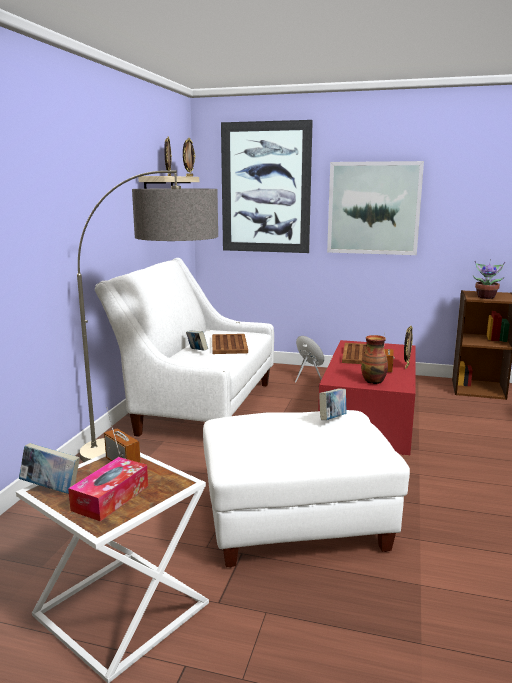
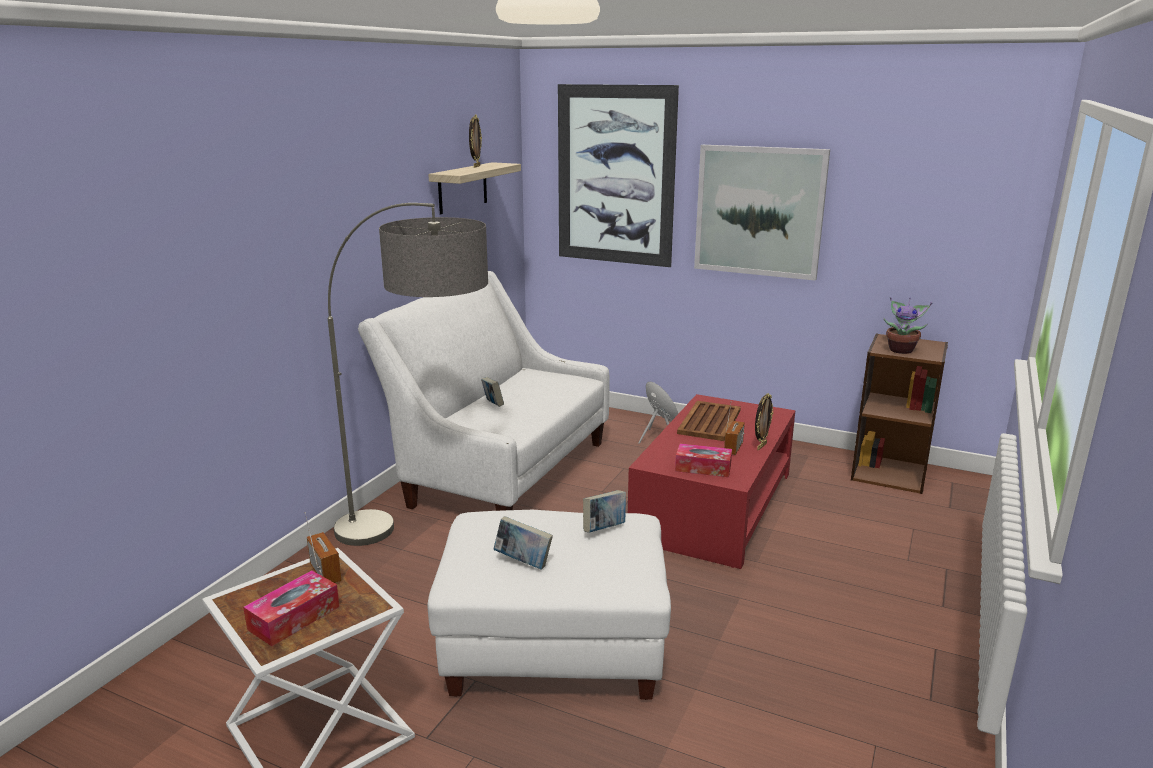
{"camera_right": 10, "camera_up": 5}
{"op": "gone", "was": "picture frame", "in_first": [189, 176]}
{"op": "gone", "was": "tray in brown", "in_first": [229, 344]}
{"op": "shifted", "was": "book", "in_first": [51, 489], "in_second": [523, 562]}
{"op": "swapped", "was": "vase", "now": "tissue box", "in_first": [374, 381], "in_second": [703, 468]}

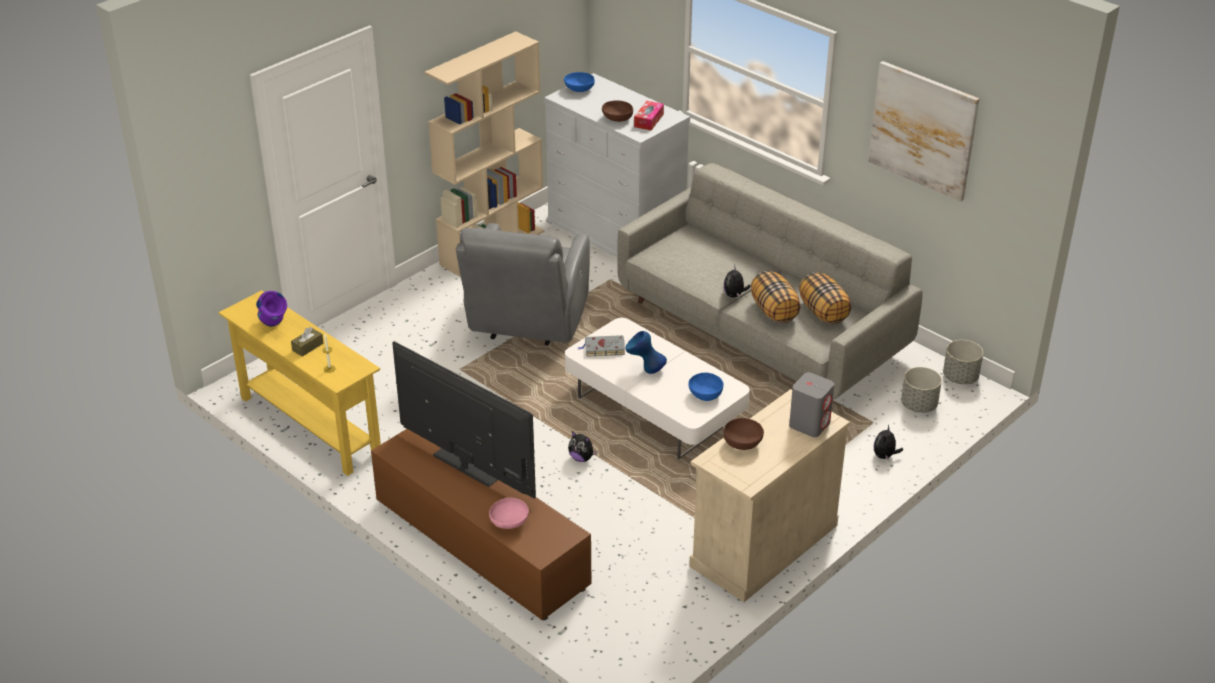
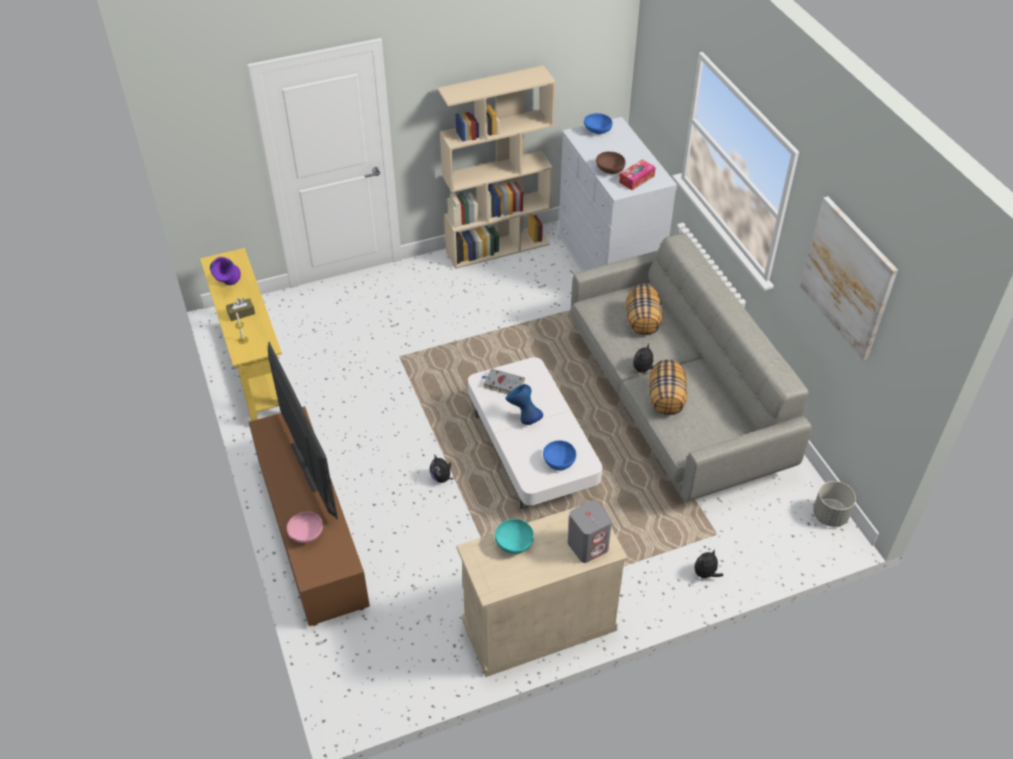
{"camera_right": 25, "camera_up": 10}
{"op": "gone", "was": "armchair in grey", "in_first": [526, 324]}
{"op": "gone", "was": "planter in grey", "in_first": [918, 405]}
{"op": "shifted", "was": "pillow", "in_first": [823, 312], "in_second": [643, 321]}
{"op": "repainted", "was": "bowl in brown", "now": "bowl in turquoise", "in_first": [743, 443], "in_second": [514, 543]}

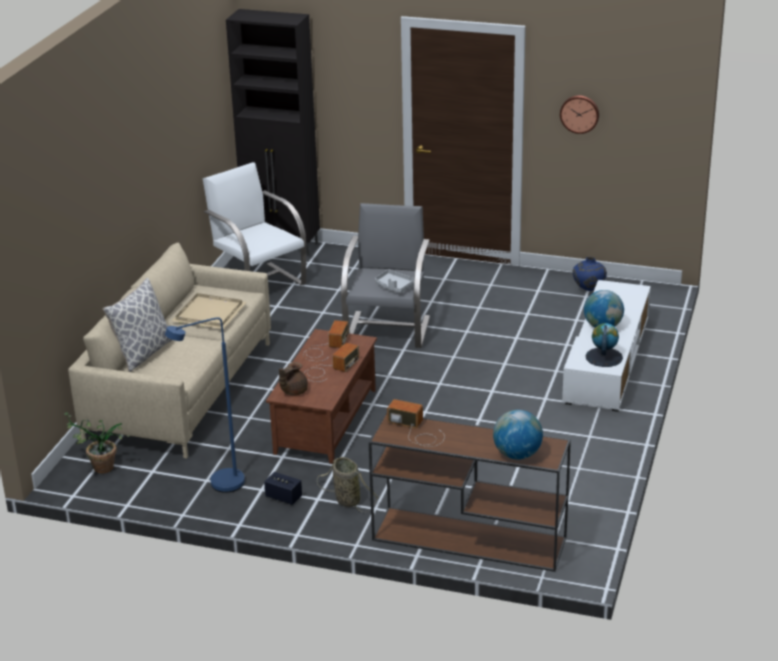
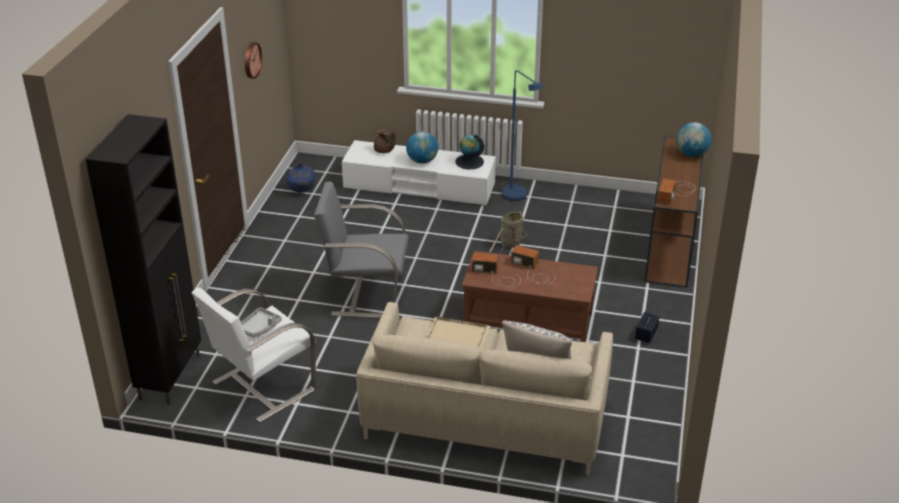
{"camera_right": -95, "camera_up": 5}
{"op": "gone", "was": "potted plant", "in_first": [97, 468]}
{"op": "shifted", "was": "floor lamp in blue", "in_first": [218, 485], "in_second": [518, 197]}
{"op": "shifted", "was": "teapot in brown", "in_first": [293, 391], "in_second": [384, 151]}
{"op": "shifted", "was": "basket", "in_first": [346, 500], "in_second": [510, 244]}
{"op": "shifted", "was": "tray in grey", "in_first": [394, 286], "in_second": [259, 327]}

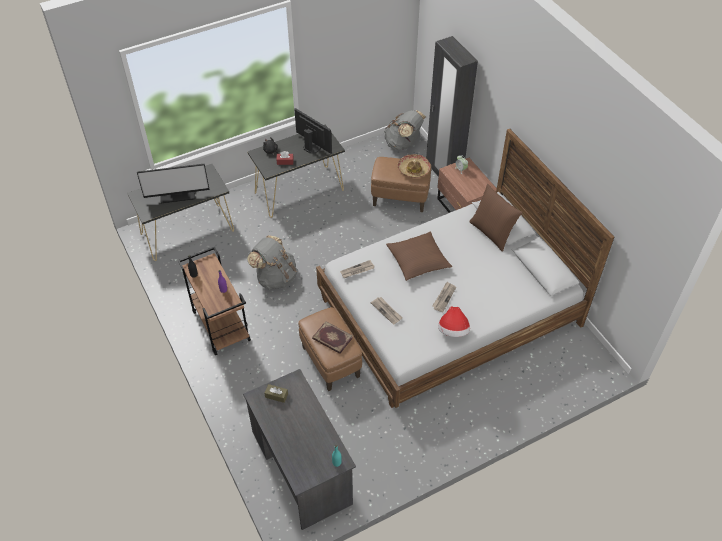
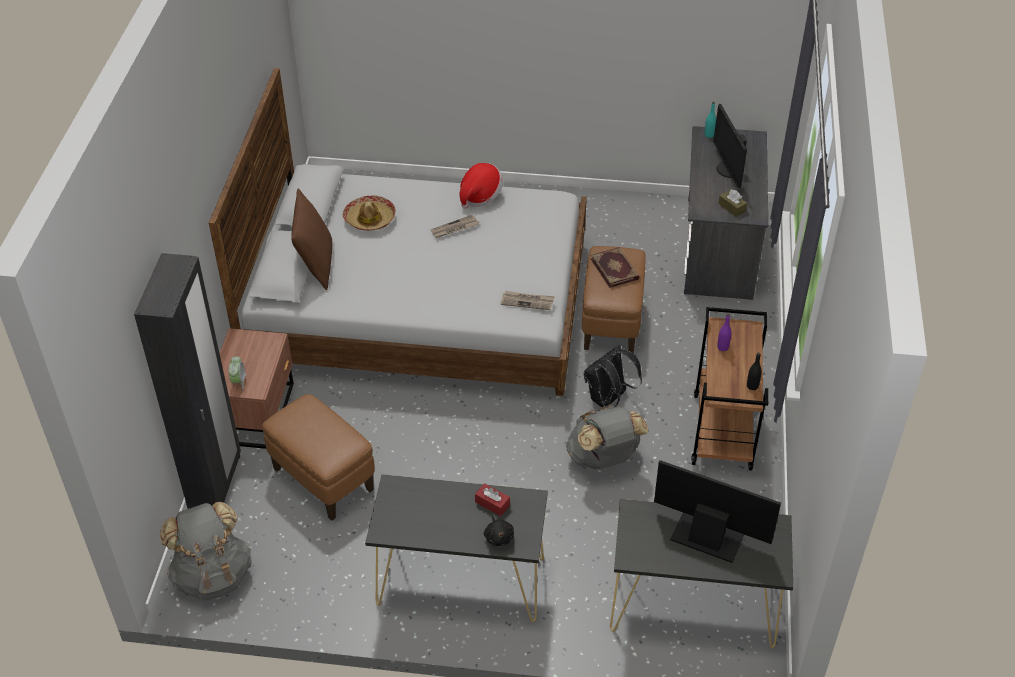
{"camera_right": -145, "camera_up": -5}
{"op": "gone", "was": "newspaper", "in_first": [387, 311]}
{"op": "gone", "was": "pillow in brown", "in_first": [418, 260]}
{"op": "new", "now": "backpack in black", "in_second": [608, 399]}
{"op": "shifted", "was": "monitor", "in_first": [312, 147], "in_second": [728, 169]}
{"op": "shifted", "was": "hat", "in_first": [413, 169], "in_second": [370, 219]}

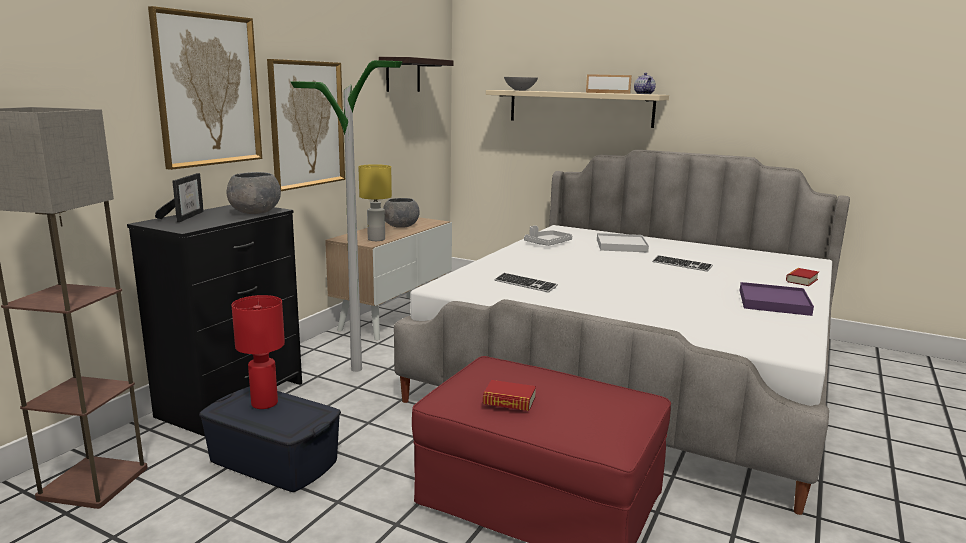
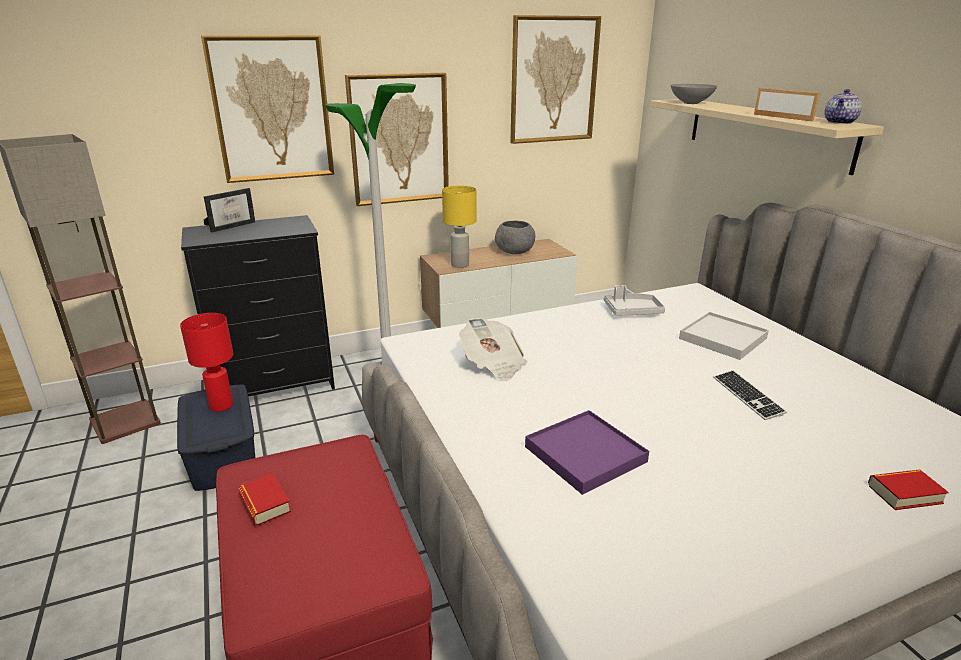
{"camera_right": 40, "camera_up": 10}
{"op": "gone", "was": "bowl in grey", "in_first": [255, 212]}
{"op": "shifted", "was": "tray in purple", "in_first": [774, 302], "in_second": [585, 454]}
{"op": "swapped", "was": "shelf", "now": "picture", "in_first": [403, 75], "in_second": [553, 80]}
{"op": "swapped", "was": "keyboard", "now": "newspaper", "in_first": [525, 284], "in_second": [493, 364]}

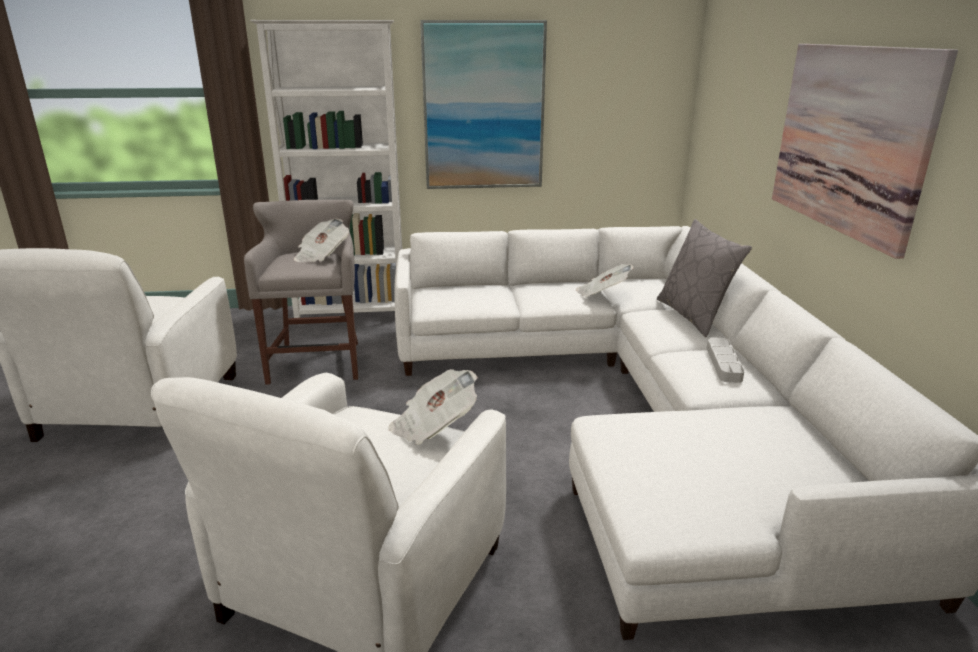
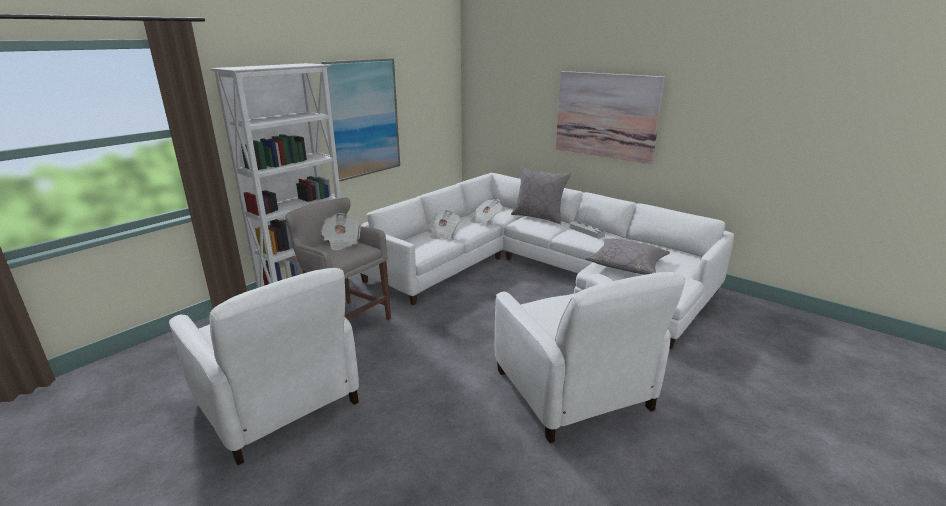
{"camera_right": -45, "camera_up": 0}
{"op": "new", "now": "pillow in grey", "in_second": [626, 264]}
{"op": "shifted", "was": "newspaper", "in_first": [433, 426], "in_second": [443, 233]}

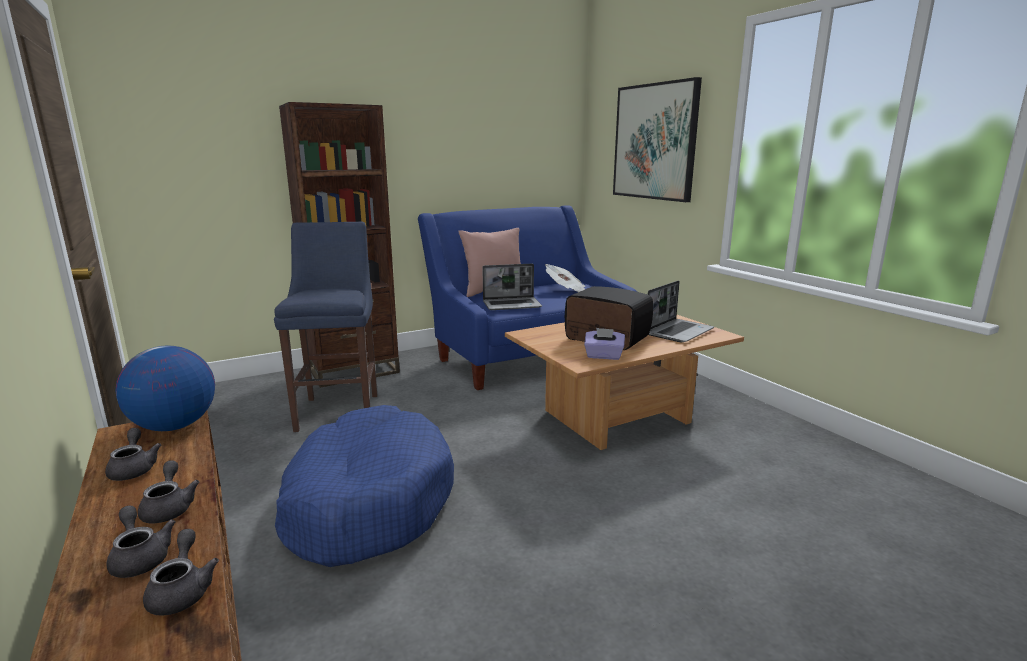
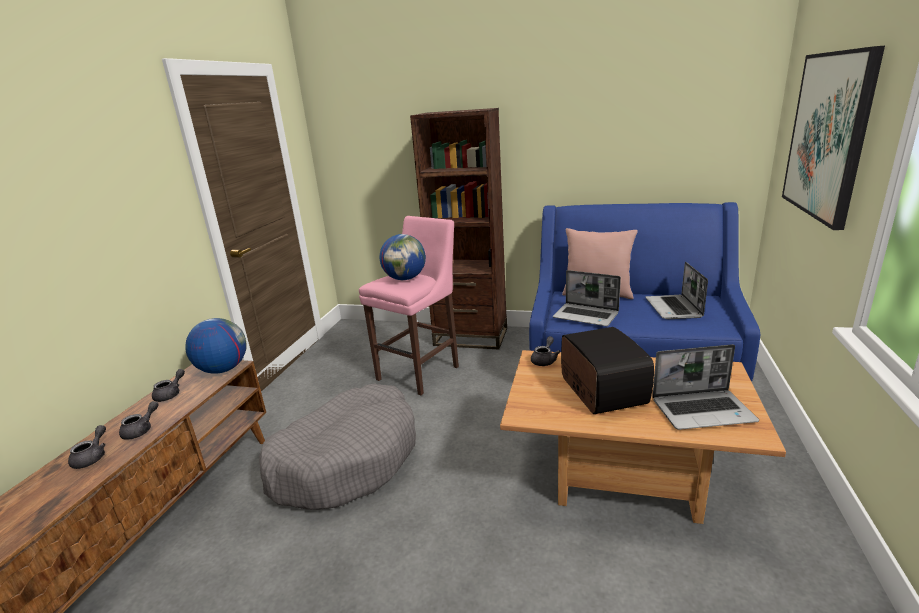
{"camera_right": 45, "camera_up": 5}
{"op": "gone", "was": "tissue box in purple", "in_first": [603, 356]}
{"op": "new", "now": "globe", "in_second": [405, 278]}
{"op": "shifted", "was": "teapot in grey", "in_first": [183, 590], "in_second": [545, 360]}
{"op": "swapped", "was": "newspaper", "now": "laptop", "in_first": [566, 290], "in_second": [674, 308]}
{"op": "repainted", "was": "stool in blue", "now": "stool in pink", "in_first": [340, 410], "in_second": [421, 371]}
{"op": "repainted", "was": "dog bed in blue", "now": "dog bed in grey", "in_first": [367, 501], "in_second": [346, 460]}

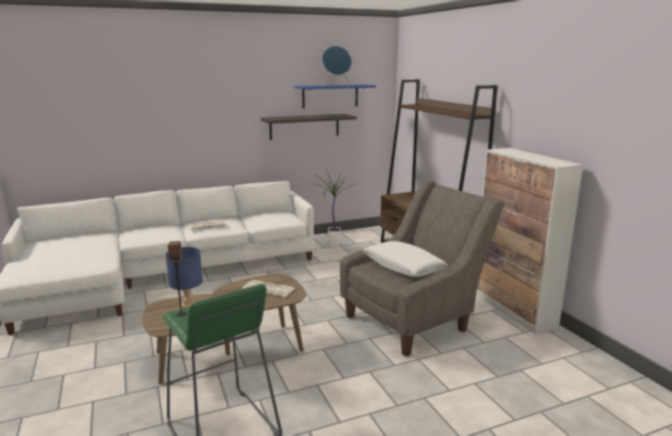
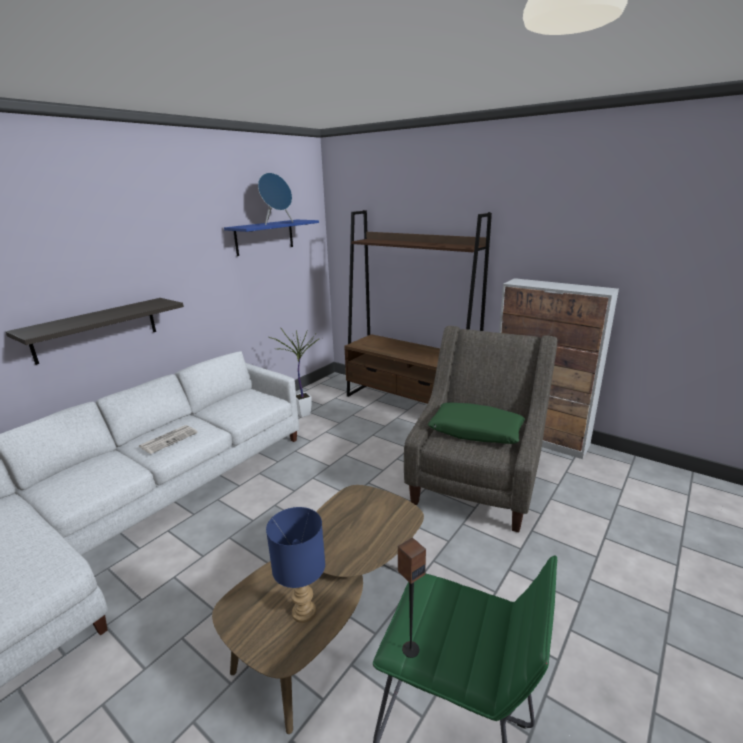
{"camera_right": -30, "camera_up": 5}
{"op": "gone", "was": "newspaper", "in_first": [269, 289]}
{"op": "shifted", "was": "shelf", "in_first": [304, 126], "in_second": [96, 329]}
{"op": "repainted", "was": "pillow in white", "now": "pillow in green", "in_first": [403, 267], "in_second": [476, 431]}

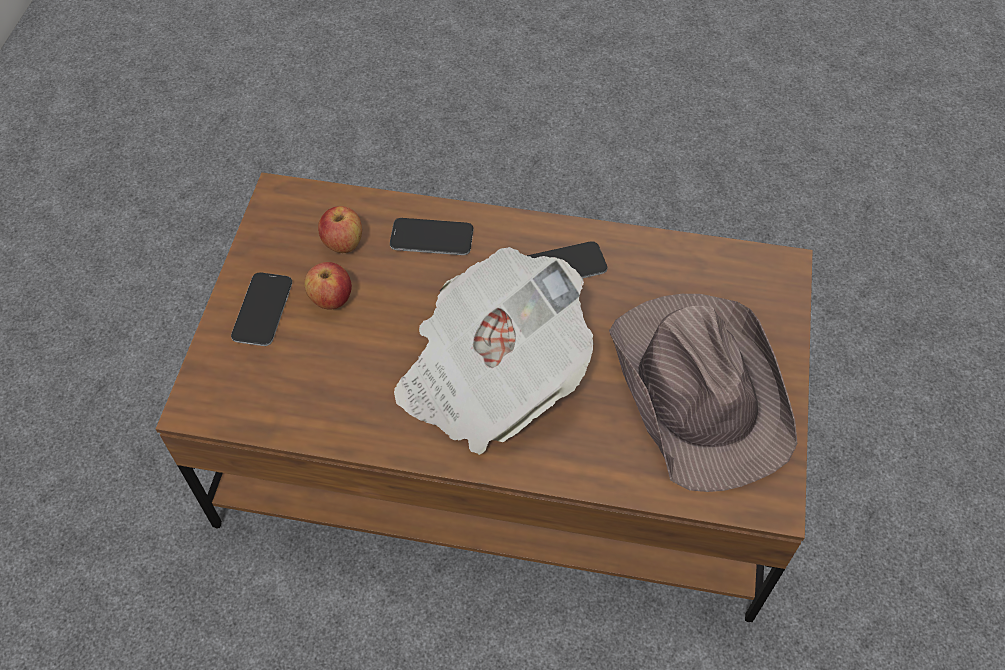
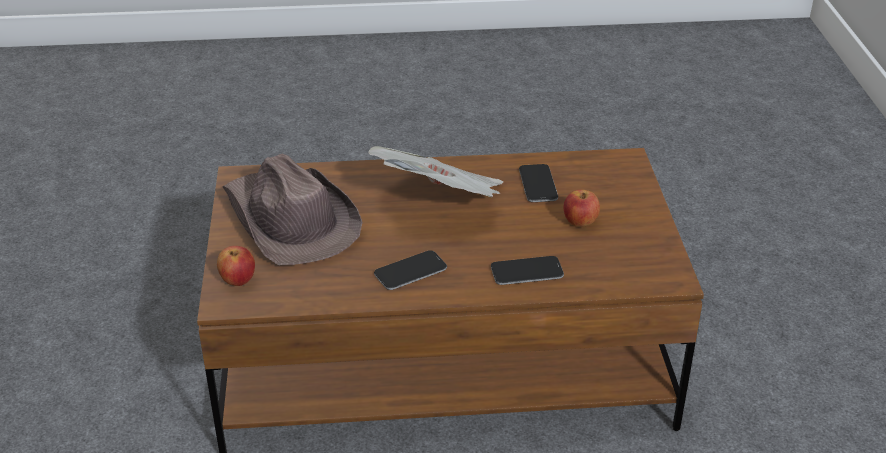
{"camera_right": 165, "camera_up": -20}
{"op": "shifted", "was": "phone", "in_first": [263, 310], "in_second": [538, 184]}
{"op": "shifted", "was": "apple", "in_first": [343, 243], "in_second": [238, 280]}

